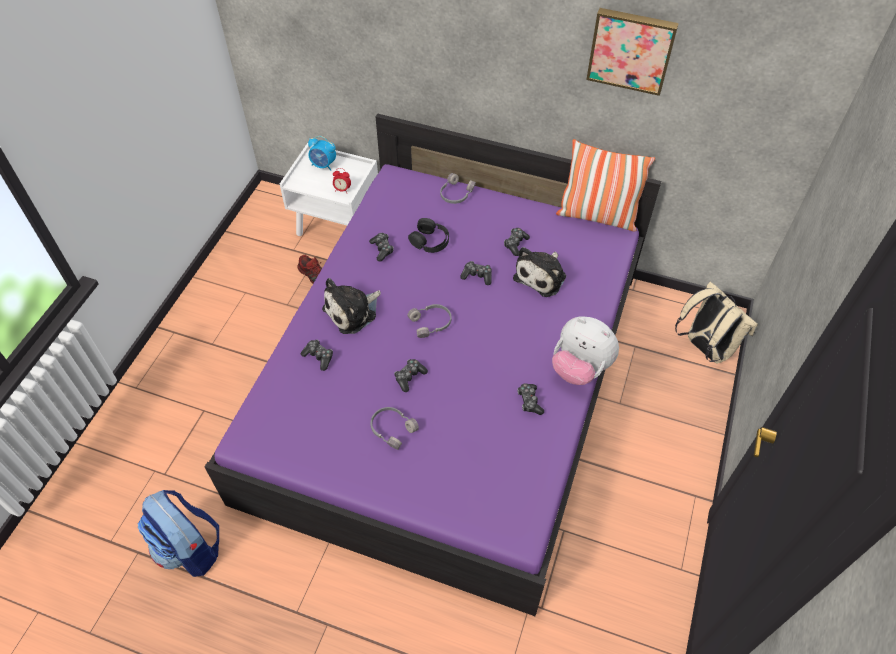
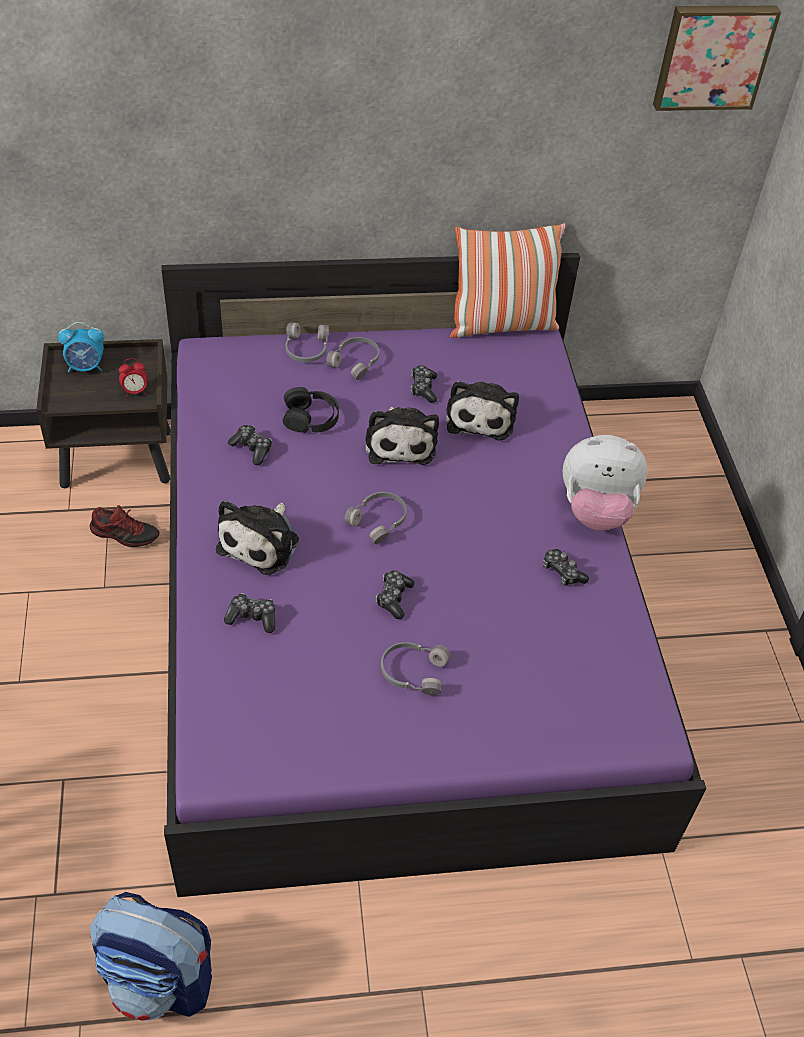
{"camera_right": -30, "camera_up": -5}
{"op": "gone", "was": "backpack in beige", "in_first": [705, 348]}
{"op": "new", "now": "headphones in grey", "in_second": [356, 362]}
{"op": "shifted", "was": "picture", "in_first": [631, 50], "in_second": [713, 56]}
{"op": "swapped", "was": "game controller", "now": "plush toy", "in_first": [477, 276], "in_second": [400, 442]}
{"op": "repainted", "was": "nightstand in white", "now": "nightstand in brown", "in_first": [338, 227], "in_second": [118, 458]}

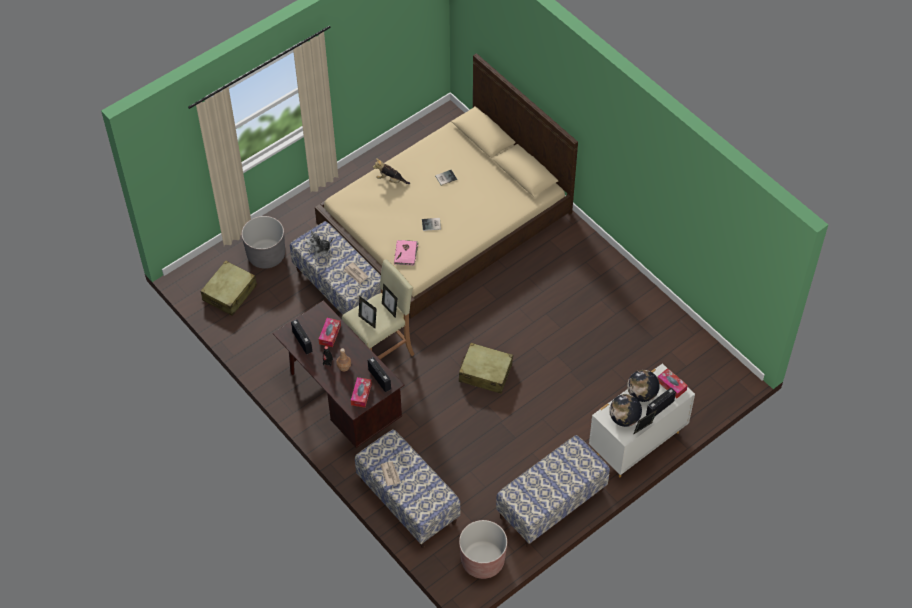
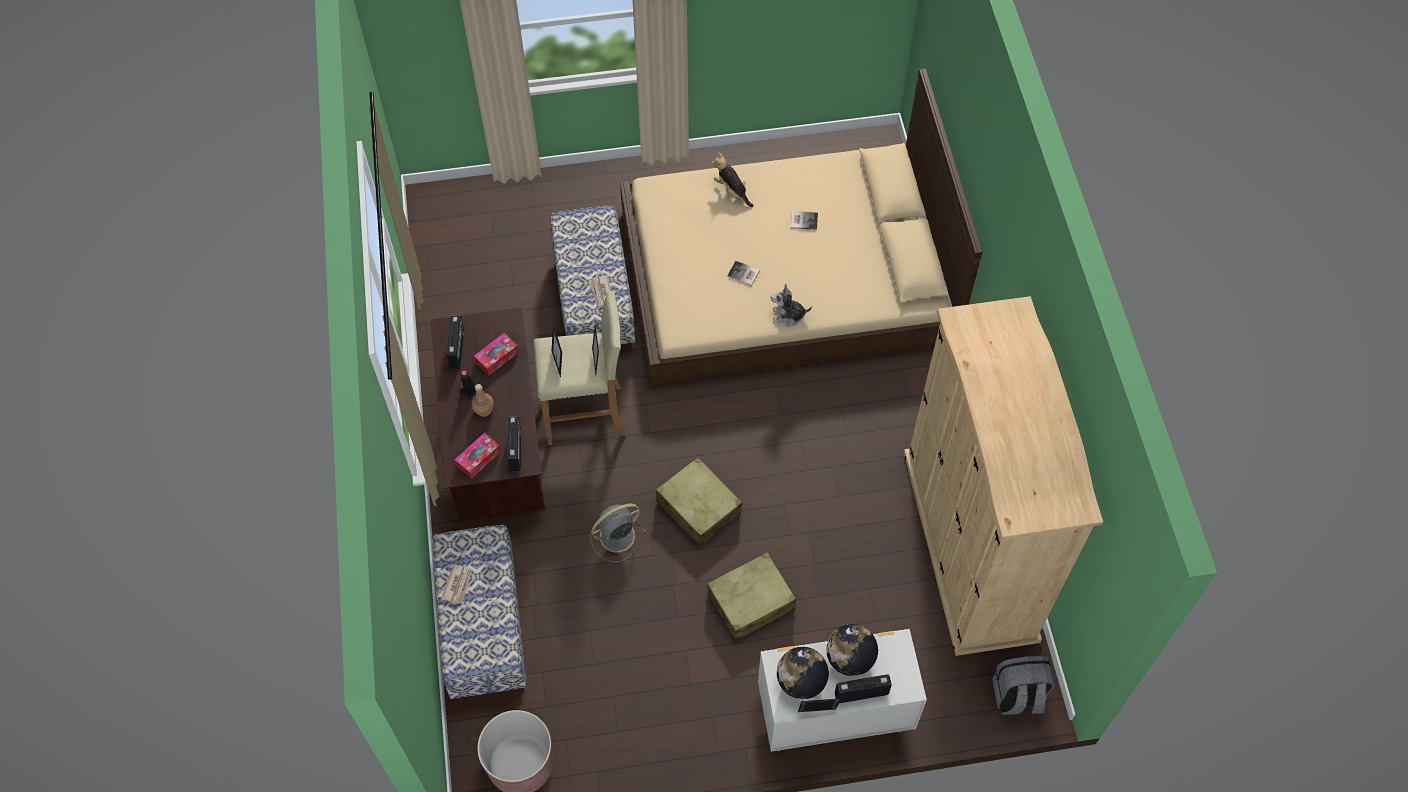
{"camera_right": 30, "camera_up": 5}
{"op": "gone", "was": "planter in grey", "in_first": [266, 255]}
{"op": "gone", "was": "book in pink", "in_first": [406, 253]}
{"op": "gone", "was": "bench", "in_first": [551, 504]}
{"op": "gone", "was": "tissue box", "in_first": [671, 385]}
{"op": "new", "now": "fan in grey", "in_second": [615, 537]}
{"op": "new", "now": "wardrobe in beige", "in_second": [970, 544]}
{"op": "new", "now": "backpack in grey", "in_second": [1017, 696]}
{"op": "shifted", "was": "suitcase in beige", "in_first": [230, 293], "in_second": [751, 602]}
{"op": "shifted", "was": "plush toy", "in_first": [320, 251], "in_second": [788, 316]}

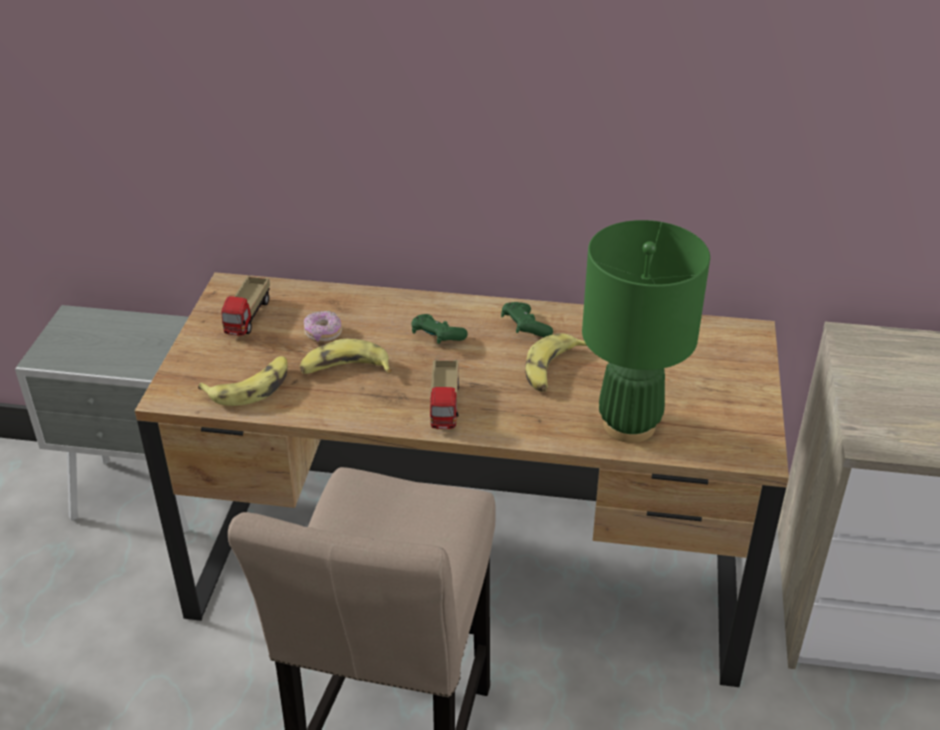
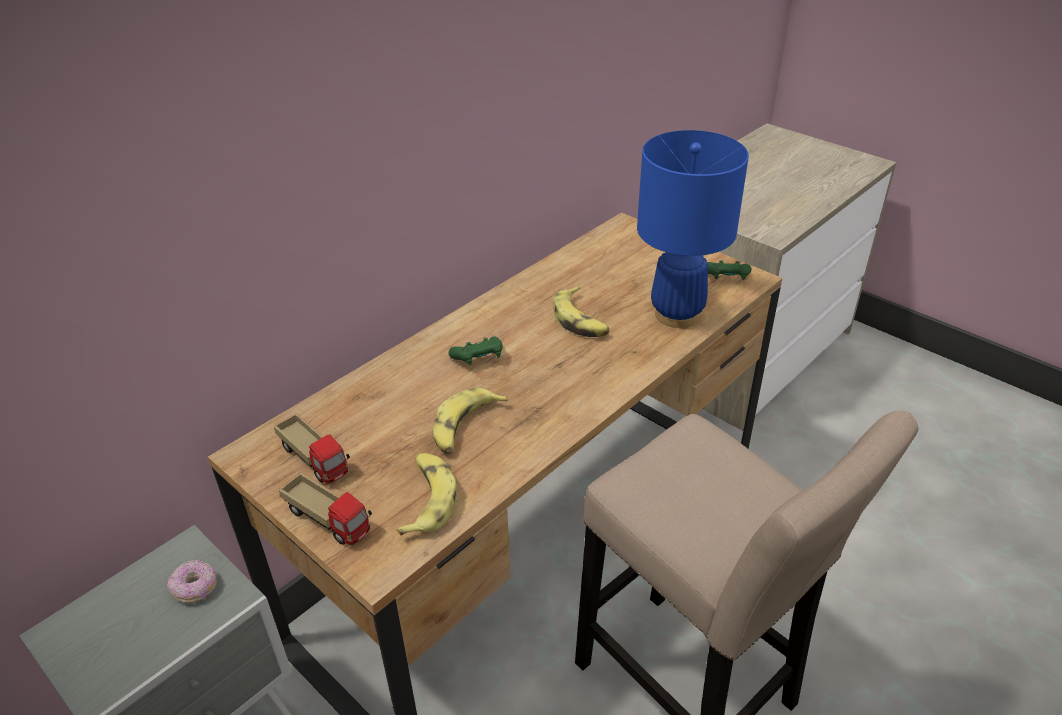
{"camera_right": -55, "camera_up": 0}
{"op": "shifted", "was": "donut", "in_first": [323, 334], "in_second": [195, 588]}
{"op": "shifted", "was": "toy truck", "in_first": [445, 406], "in_second": [329, 520]}
{"op": "shifted", "was": "game controller in green", "in_first": [524, 328], "in_second": [727, 279]}
{"op": "repainted", "was": "table lamp in green", "now": "table lamp in blue", "in_first": [629, 425], "in_second": [676, 314]}

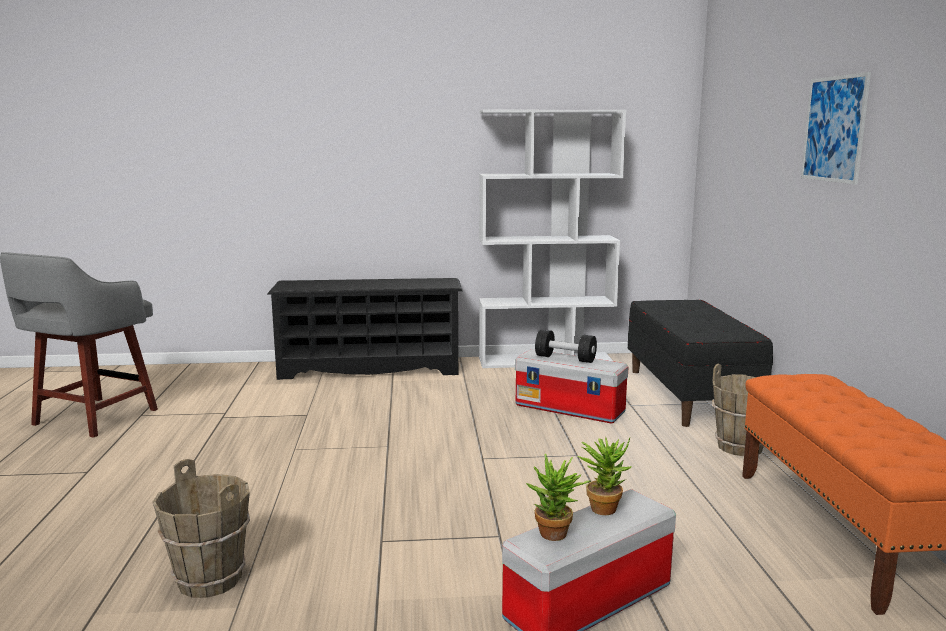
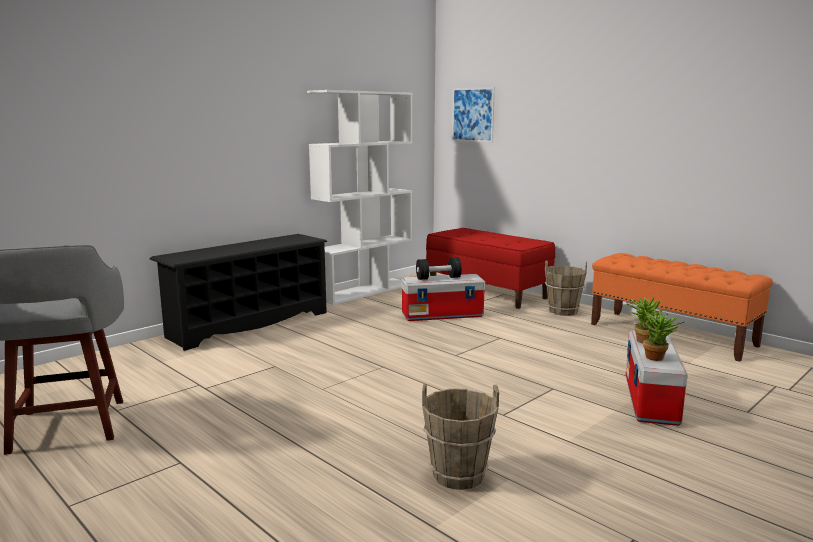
{"camera_right": -40, "camera_up": 0}
{"op": "shifted", "was": "picture", "in_first": [834, 129], "in_second": [473, 115]}
{"op": "repainted", "was": "bench in black", "now": "bench in red", "in_first": [689, 395], "in_second": [487, 292]}

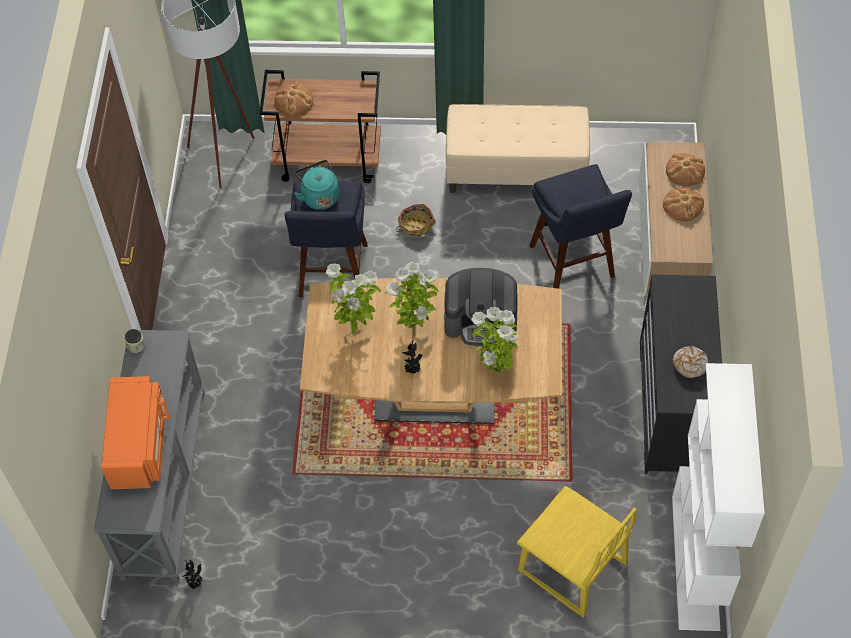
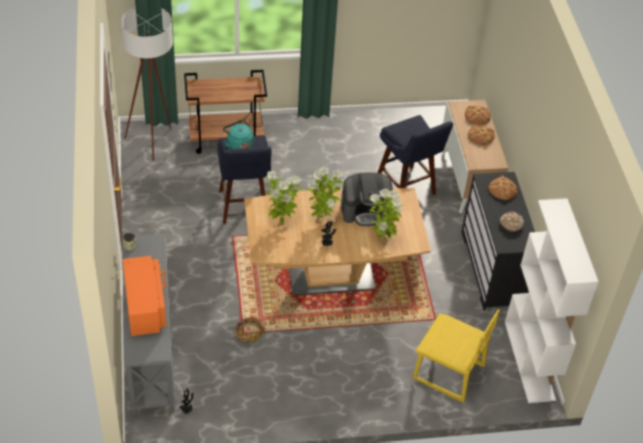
{"camera_right": -15, "camera_up": -10}
{"op": "gone", "was": "bench in beige", "in_first": [516, 170]}
{"op": "shifted", "was": "bread", "in_first": [294, 100], "in_second": [503, 189]}
{"op": "shifted", "was": "basket", "in_first": [415, 225], "in_second": [248, 334]}

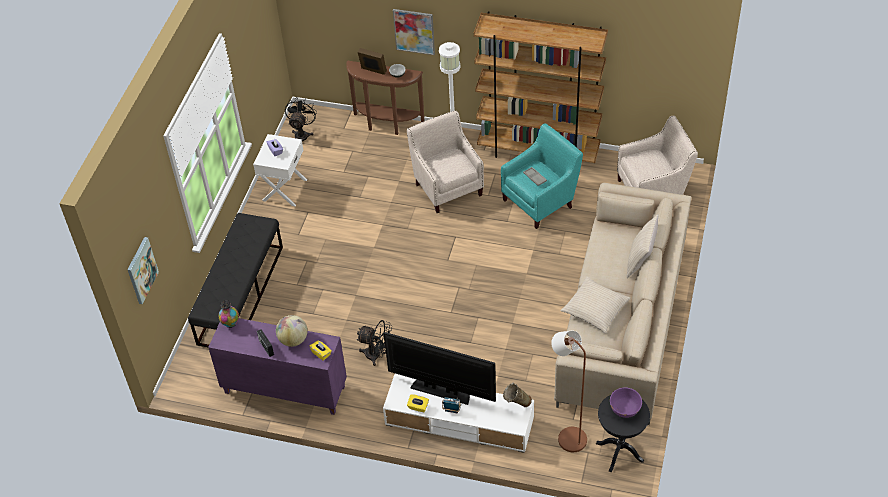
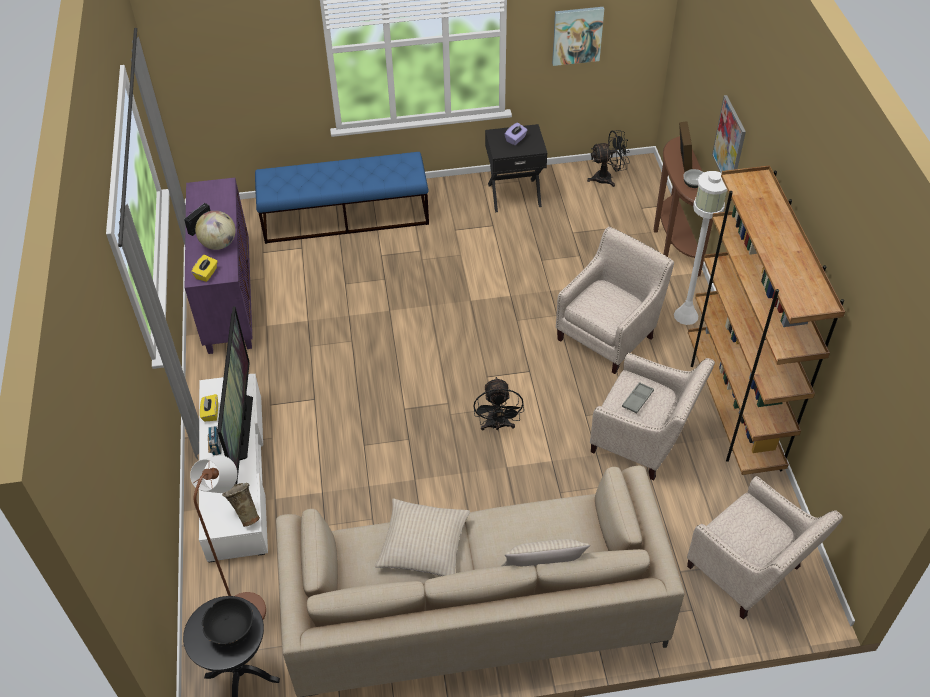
{"camera_right": 65, "camera_up": 0}
{"op": "gone", "was": "vase", "in_first": [230, 323]}
{"op": "shifted", "was": "picture", "in_first": [141, 270], "in_second": [577, 35]}
{"op": "shifted", "was": "fan in black", "in_first": [377, 355], "in_second": [497, 426]}
{"op": "repainted", "was": "bench in black", "now": "bench in blue", "in_first": [241, 294], "in_second": [346, 217]}
{"op": "repainted", "was": "nightstand in white", "now": "nightstand in black", "in_first": [284, 190], "in_second": [514, 194]}
{"op": "repainted", "was": "armchair in turquoise", "now": "armchair in beige", "in_first": [541, 201], "in_second": [643, 441]}
{"op": "repainted", "was": "bowl in purple", "now": "bowl in black", "in_first": [625, 409], "in_second": [231, 630]}

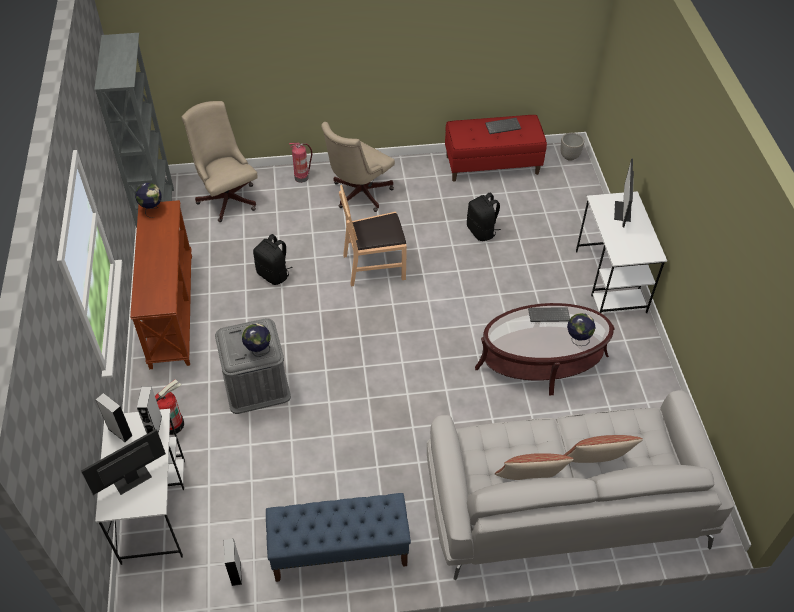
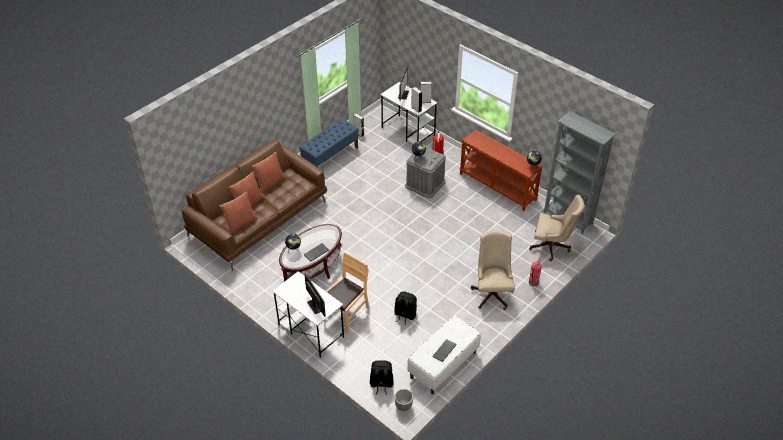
{"camera_right": 140, "camera_up": -5}
{"op": "new", "now": "pillow", "in_second": [240, 223]}
{"op": "shifted", "was": "backpack in black", "in_first": [274, 274], "in_second": [381, 384]}
{"op": "shifted", "was": "chair in brown", "in_first": [374, 266], "in_second": [346, 312]}
{"op": "repainted", "was": "sofa in grey", "now": "sofa in brown", "in_first": [564, 501], "in_second": [259, 218]}
{"op": "repainted", "was": "bench in red", "now": "bench in white", "in_first": [492, 165], "in_second": [443, 365]}

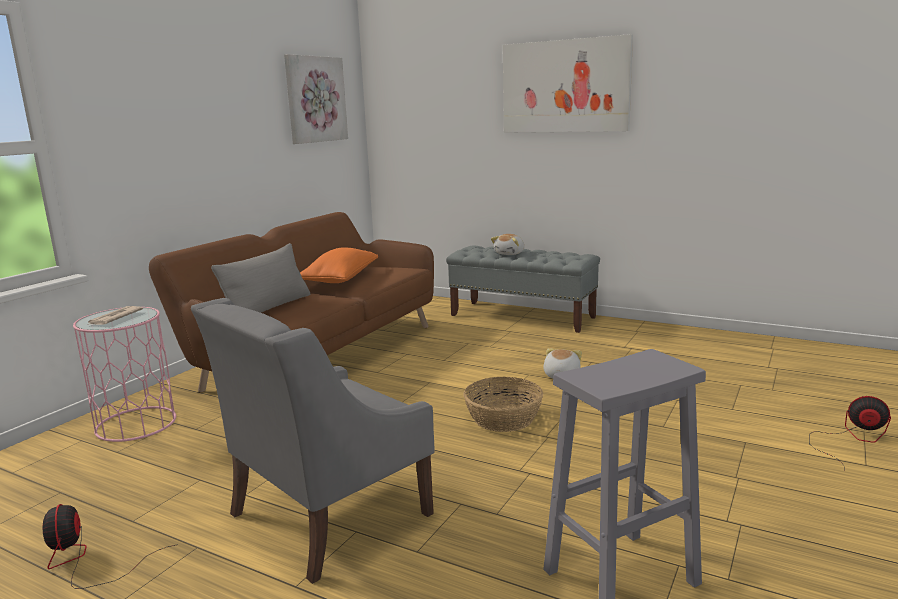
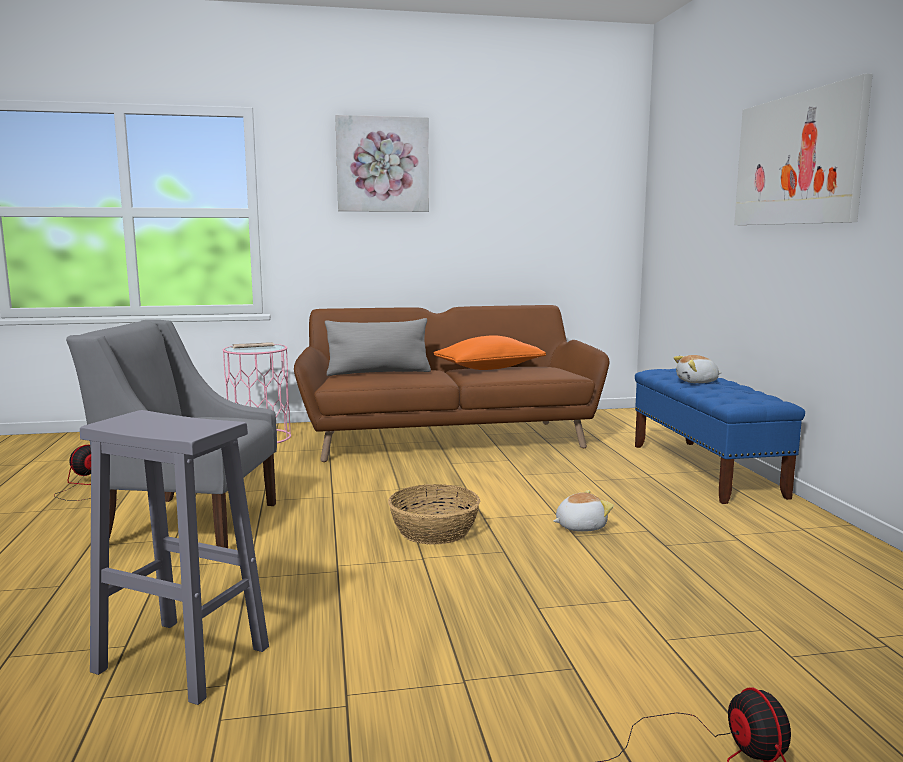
{"camera_right": 50, "camera_up": -5}
{"op": "shifted", "was": "picture", "in_first": [315, 99], "in_second": [382, 164]}
{"op": "repainted", "was": "bench in grey", "now": "bench in blue", "in_first": [522, 316], "in_second": [705, 470]}

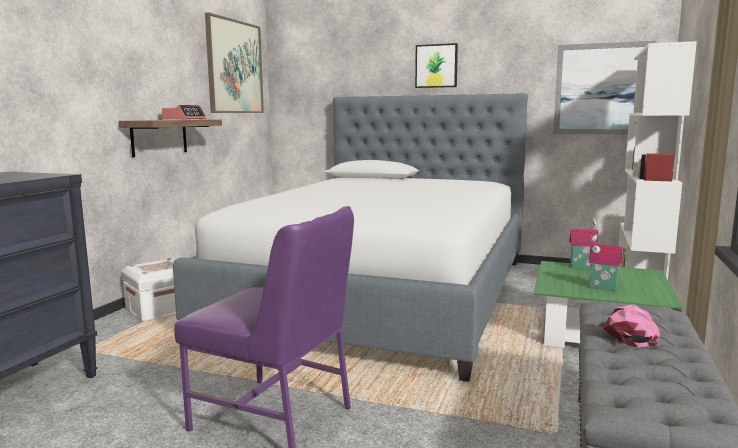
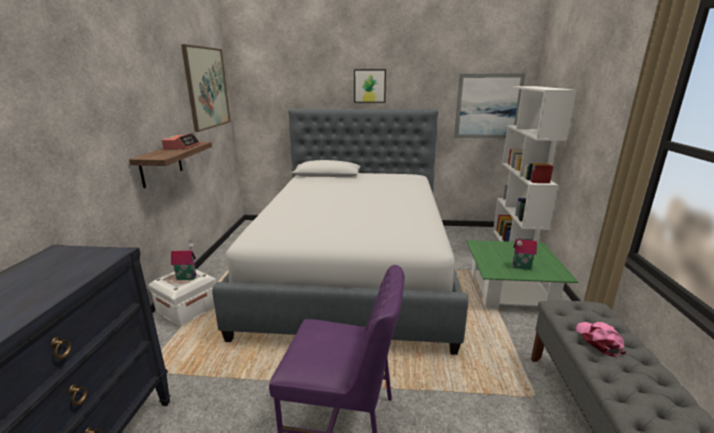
{"camera_right": -15, "camera_up": 10}
{"op": "shifted", "was": "toy house", "in_first": [582, 266], "in_second": [187, 277]}

